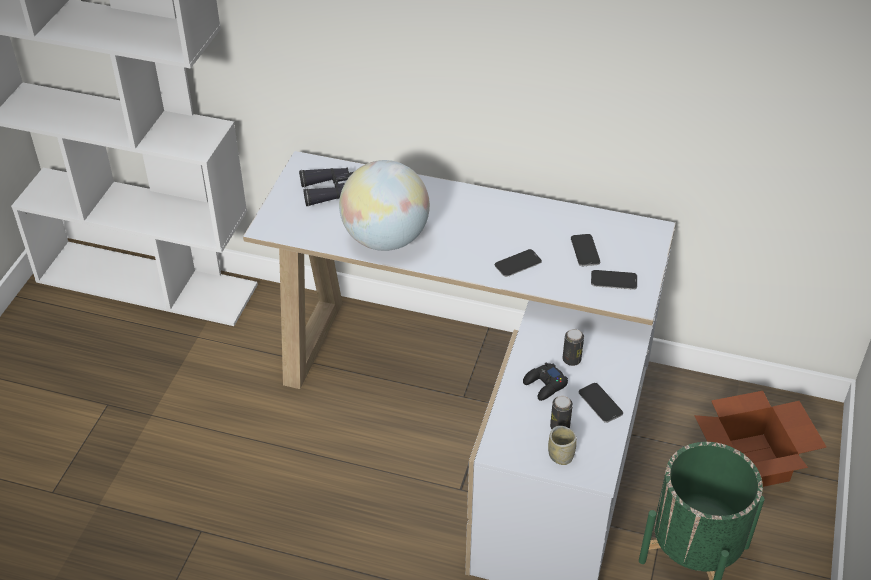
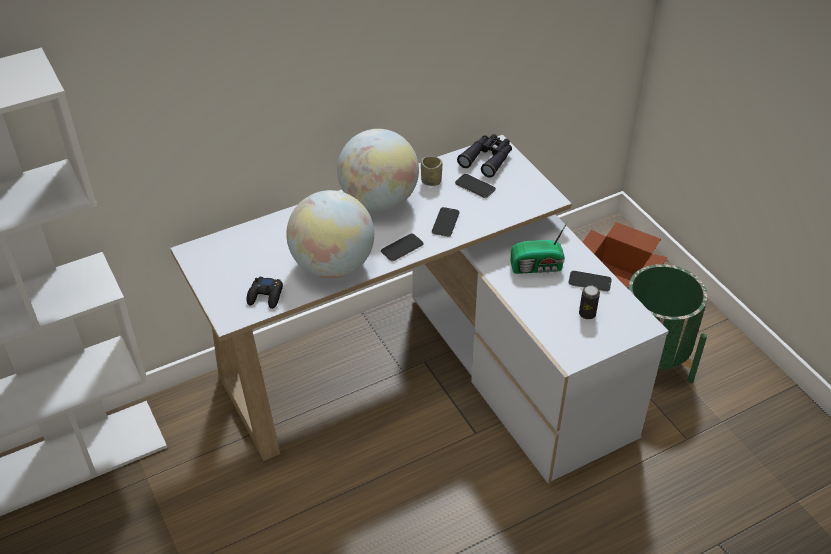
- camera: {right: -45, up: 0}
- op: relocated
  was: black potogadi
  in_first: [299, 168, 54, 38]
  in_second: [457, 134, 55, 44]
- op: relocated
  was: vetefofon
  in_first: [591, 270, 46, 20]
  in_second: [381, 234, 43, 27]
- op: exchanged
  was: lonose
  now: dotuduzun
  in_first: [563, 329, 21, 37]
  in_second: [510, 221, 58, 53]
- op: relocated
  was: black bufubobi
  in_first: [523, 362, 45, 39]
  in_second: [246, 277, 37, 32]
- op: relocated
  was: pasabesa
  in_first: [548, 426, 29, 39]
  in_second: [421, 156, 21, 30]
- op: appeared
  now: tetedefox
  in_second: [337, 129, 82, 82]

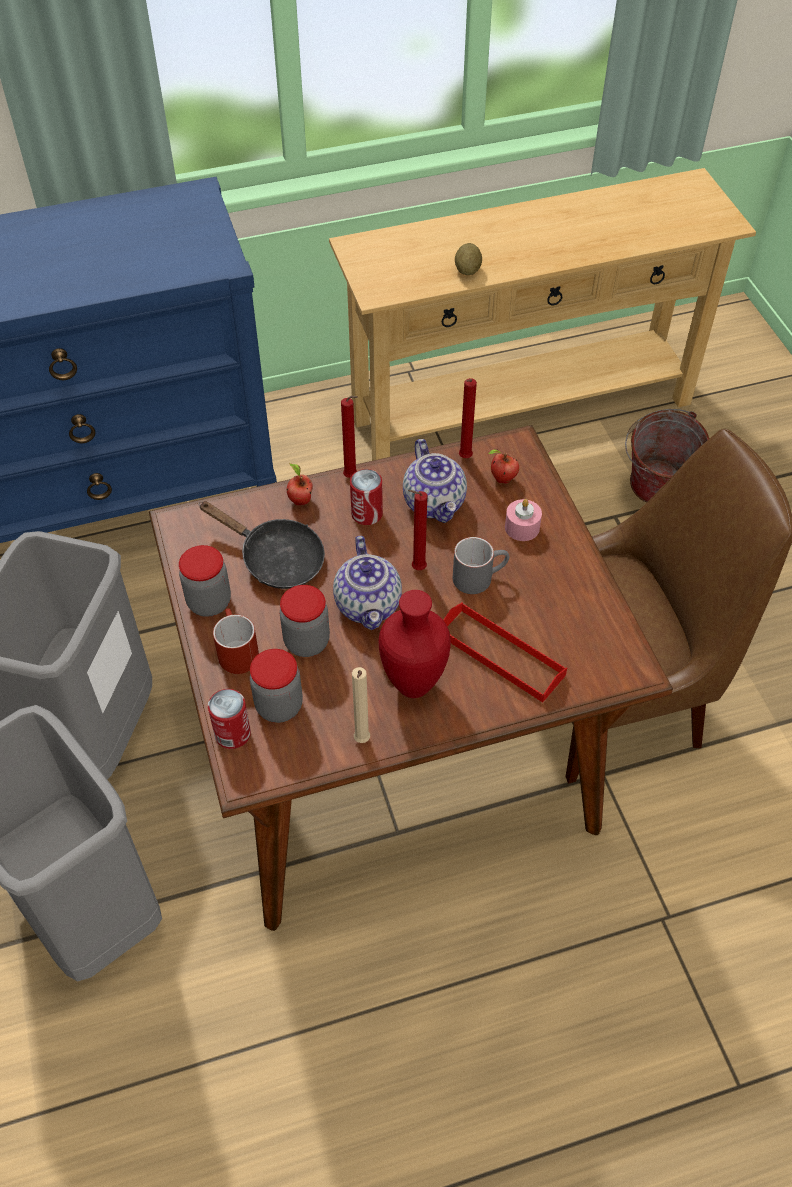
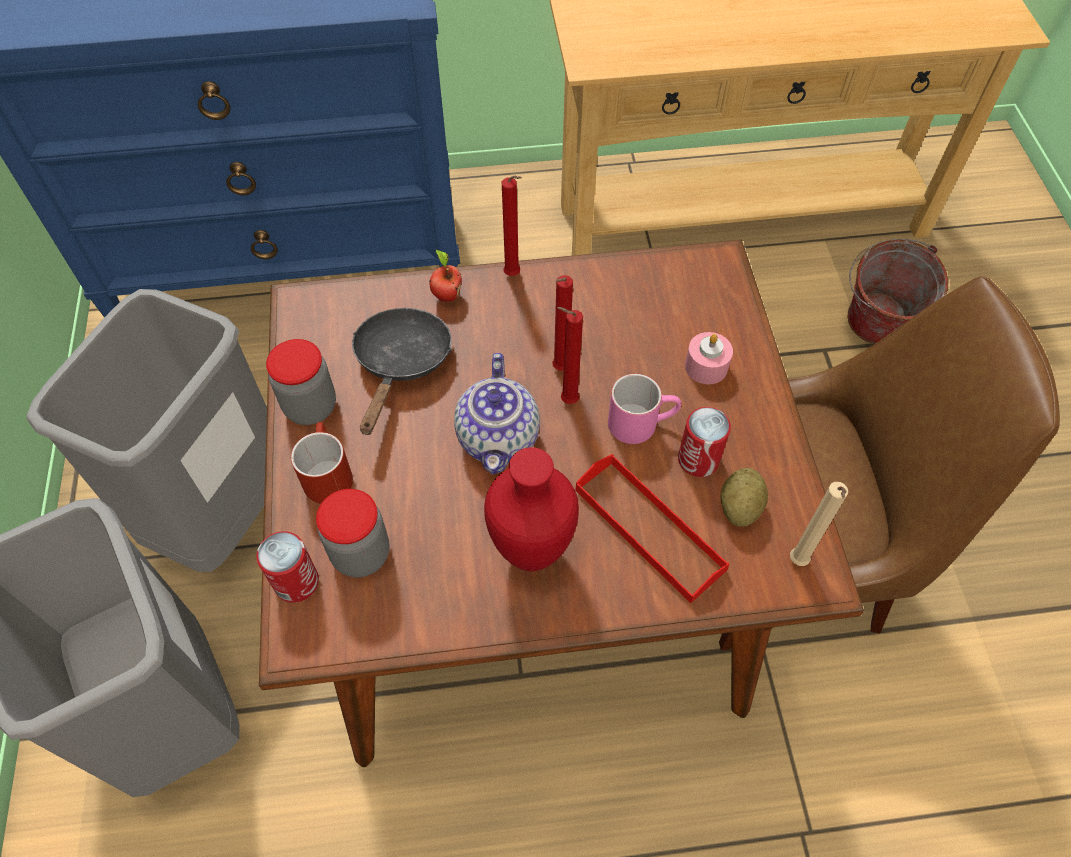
- camera: {right: 10, up: 5}
- op: relocated
  was: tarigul
  in_first: [455, 243, 27, 32]
  in_second: [720, 468, 48, 59]
- op: relocated
  was: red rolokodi
  in_first: [459, 378, 18, 80]
  in_second: [552, 275, 21, 96]
- op: missing
  was: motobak
  in_first: [403, 439, 64, 84]
- op: missing
  was: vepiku
  in_first: [488, 449, 31, 35]
- op: relocated
  was: lonose
  in_first: [350, 469, 33, 56]
  in_second: [678, 407, 53, 70]
- op: spun
  was: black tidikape
  in_first: [199, 501, 126, 88]
  in_second: [352, 308, 100, 127]
  clockwise: -120
- op: colour
  was: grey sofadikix
  now: pink sofadikix
  in_first: [453, 537, 56, 57]
  in_second: [608, 374, 73, 70]
- op: missing
  was: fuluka
  in_first: [280, 585, 50, 72]
- op: relocated
  was: beige rolokodi
  in_first: [352, 667, 18, 76]
  in_second: [790, 482, 58, 84]

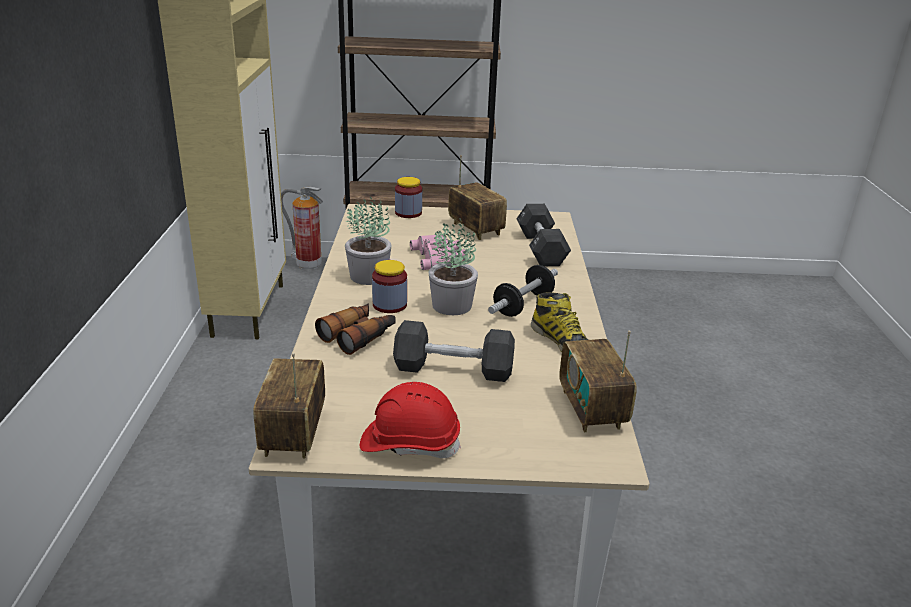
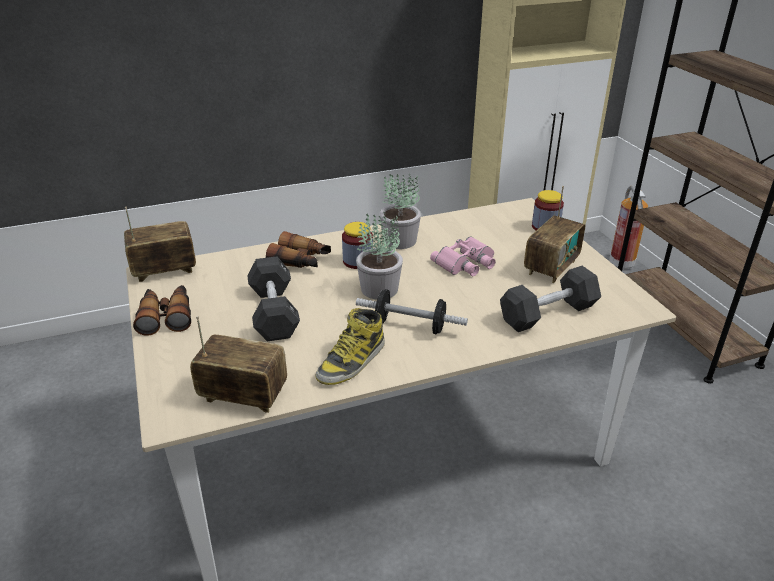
- camera: {right: 70, up: 5}
- op: spun
  was: dotuduzun
  in_first: [559, 330, 78, 102]
  in_second: [190, 316, 97, 97]
  clockwise: 45
- op: exchanged
  was: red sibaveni
  now: potogadi
  in_first: [360, 382, 101, 76]
  in_second: [133, 285, 58, 51]

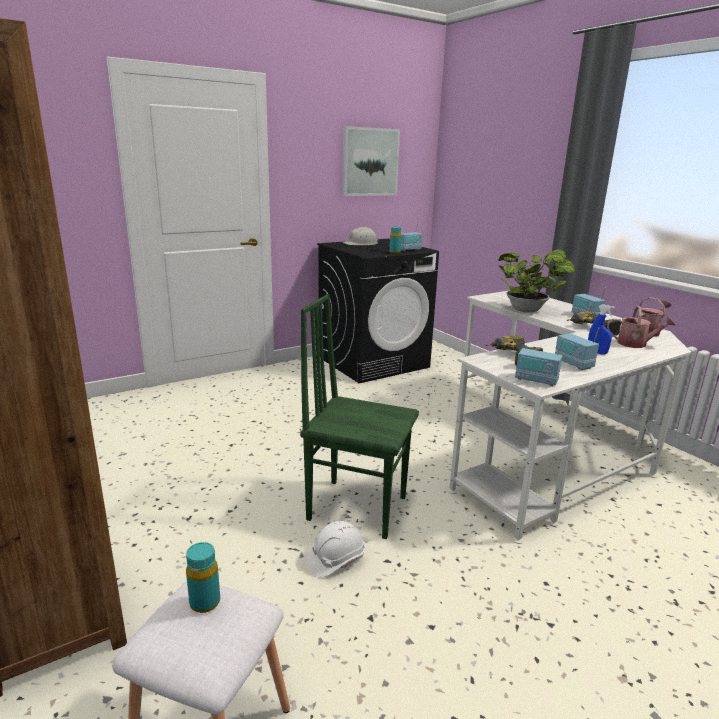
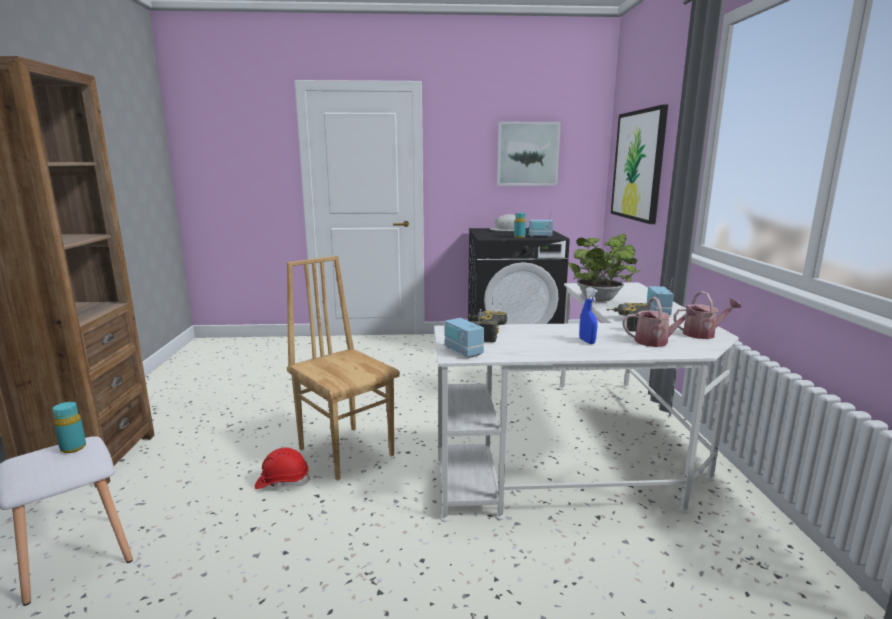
- camera: {right: 30, up: -5}
- op: colour
  was: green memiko
  now: brown memiko
  in_first: [300, 294, 119, 245]
  in_second: [287, 256, 113, 225]
- op: spun
  was: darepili
  in_first: [607, 306, 69, 42]
  in_second: [622, 297, 76, 50]
  clockwise: -45
- op: missing
  was: dotuduzun
  in_first: [555, 327, 45, 43]
- op: colour
  was: white sibaveni
  now: red sibaveni
  in_first: [306, 521, 59, 57]
  in_second: [255, 448, 55, 41]
- op: appeared
  now: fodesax
  in_second: [611, 104, 57, 120]

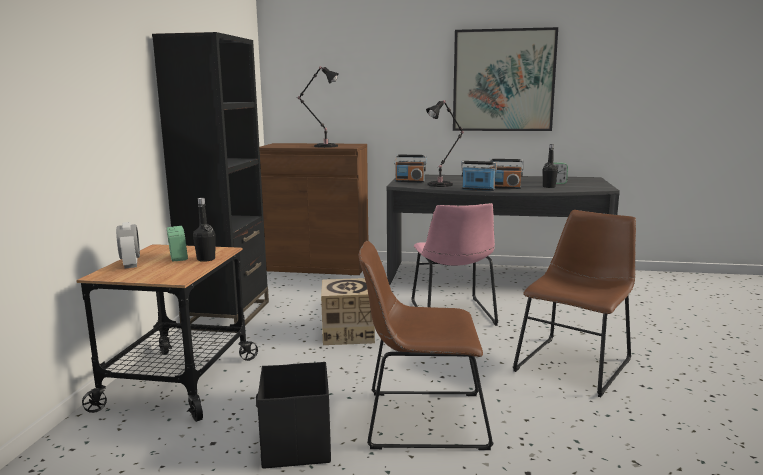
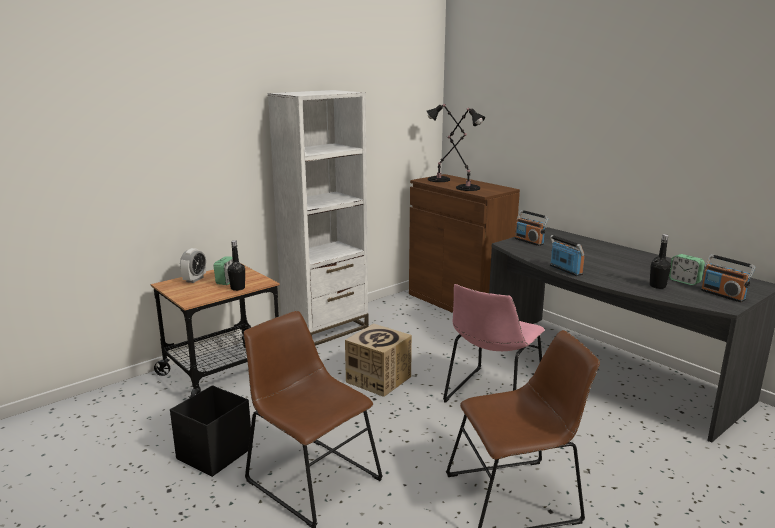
- camera: {right: 40, up: 5}
- op: missing
  was: fodesax
  in_first: [453, 27, 105, 104]
- op: colour
  was: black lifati
  now: white lifati
  in_first: [152, 32, 117, 301]
  in_second: [268, 90, 101, 256]
- op: relocated
  was: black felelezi
  in_first: [426, 100, 38, 87]
  in_second: [427, 104, 40, 78]
- op: relocated
  was: dotuduzun
  in_first: [488, 159, 36, 30]
  in_second: [701, 254, 54, 48]

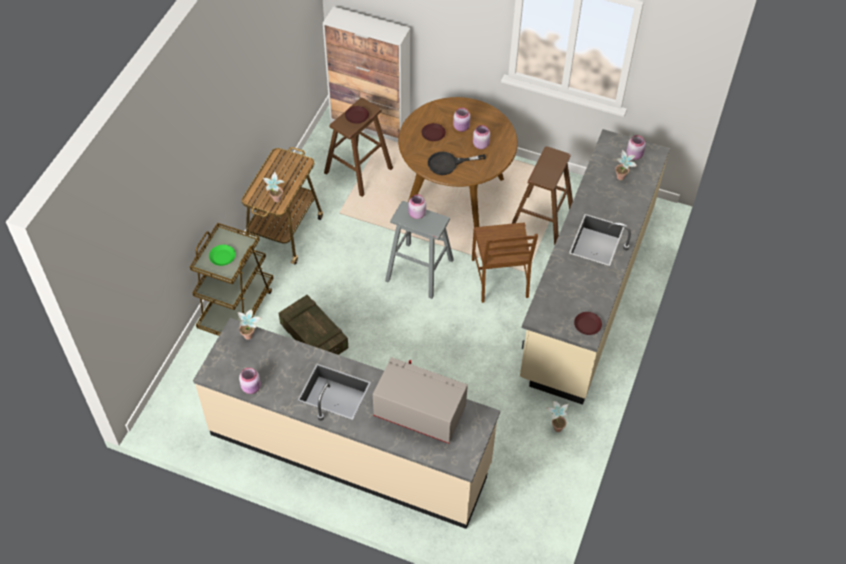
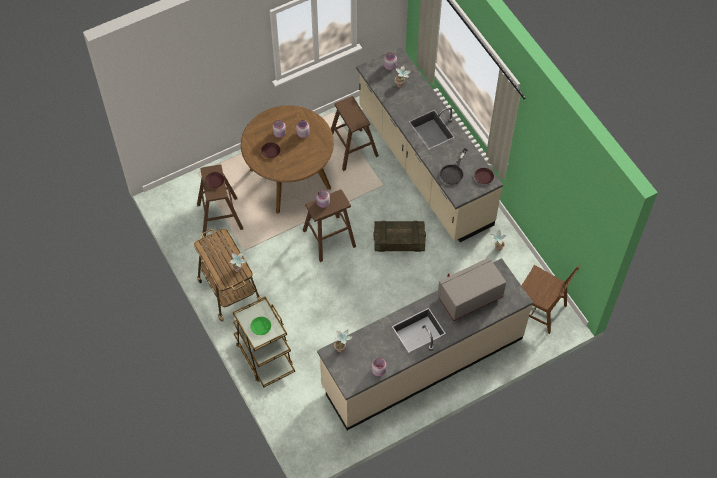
- camera: {right: -50, up: 5}
- op: missing
  was: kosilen
  in_first: [323, 6, 87, 136]
- op: relocated
  was: black tidikape
  in_first: [428, 152, 58, 23]
  in_second: [440, 148, 28, 36]
- op: colour
  was: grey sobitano
  now: brown sobitano
  in_first: [385, 201, 69, 98]
  in_second: [303, 189, 53, 73]
- op: relocated
  was: brown memiko
  in_first: [472, 222, 66, 81]
  in_second: [521, 265, 59, 69]
- op: relocated
  was: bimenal
  in_first: [279, 295, 69, 60]
  in_second: [373, 221, 53, 31]

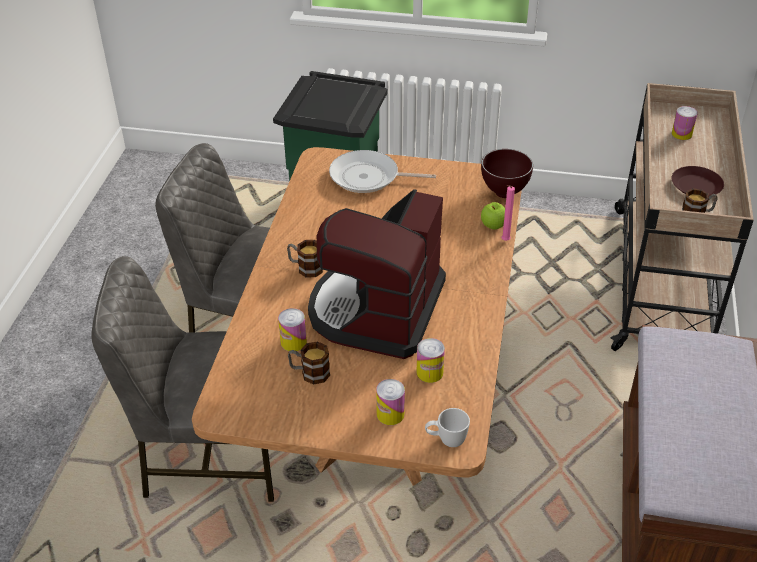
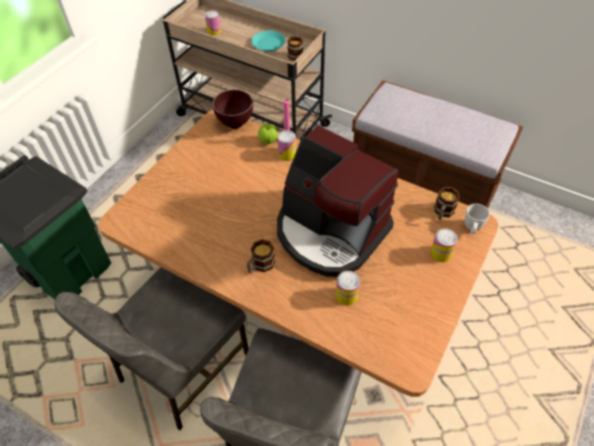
- camera: {right: -70, up: 10}
- op: missing
  was: tidikape
  in_first: [329, 150, 107, 43]
- op: colour
  was: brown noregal
  now: turquoise noregal
  in_first: [671, 166, 53, 30]
  in_second: [252, 30, 34, 22]
- op: relocated
  was: lonose
  in_first: [417, 338, 28, 45]
  in_second: [277, 130, 19, 31]
- op: relocated
  was: sofadikix
  in_first: [288, 341, 42, 44]
  in_second: [434, 187, 26, 33]

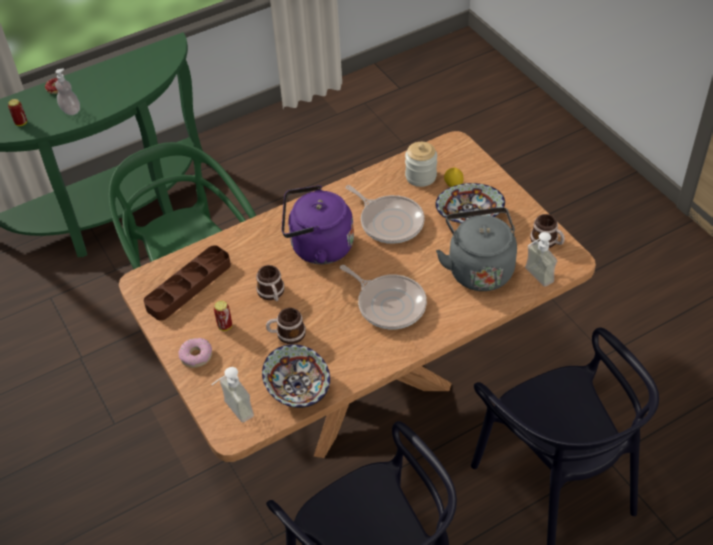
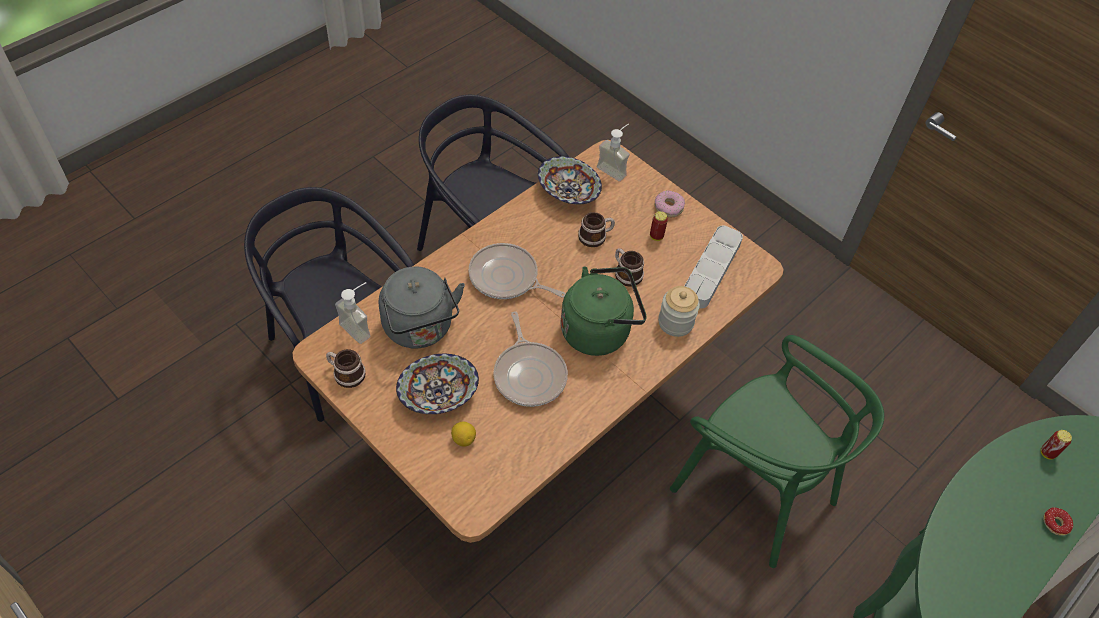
- camera: {right: 160, up: 5}
- op: missing
  was: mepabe
  in_first: [55, 69, 25, 46]
- op: relocated
  was: fuluka
  in_first: [405, 142, 32, 45]
  in_second: [658, 286, 42, 51]
- op: colour
  was: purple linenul
  now: green linenul
  in_first: [282, 185, 72, 79]
  in_second: [561, 266, 86, 90]
- op: spun
  was: tidikape
  in_first: [346, 185, 79, 59]
  in_second: [493, 311, 75, 96]
  clockwise: -135
- op: colour
  was: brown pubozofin
  now: grey pubozofin
  in_first: [144, 245, 87, 75]
  in_second: [684, 226, 59, 82]

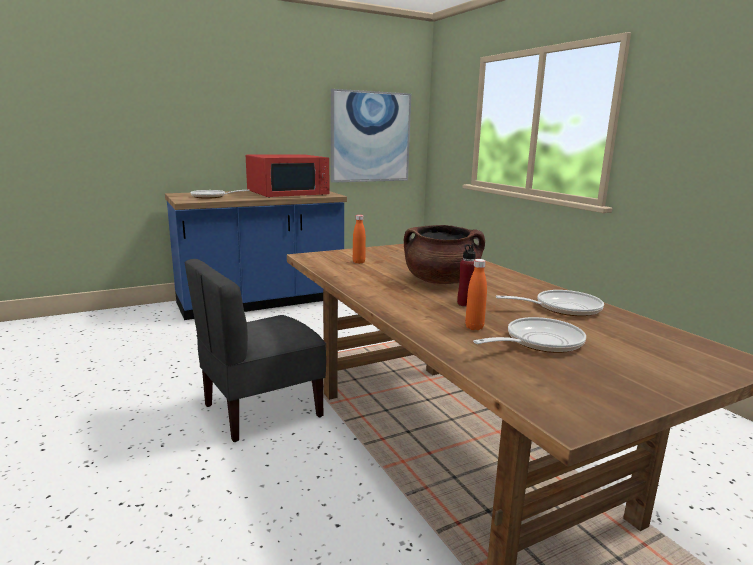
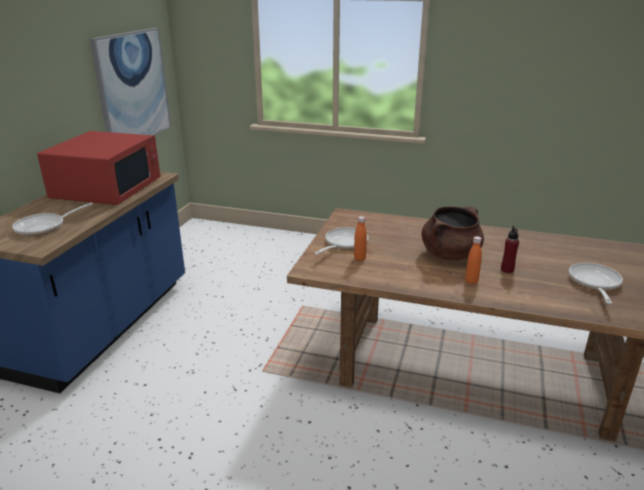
- camera: {right: -45, up: 10}
- op: missing
  was: grey memiko
  in_first: [185, 259, 141, 183]
- op: relocated
  was: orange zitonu
  in_first: [465, 259, 22, 71]
  in_second: [465, 236, 17, 48]
- op: relocated
  was: tidikape
  in_first: [496, 290, 108, 26]
  in_second: [314, 227, 55, 28]

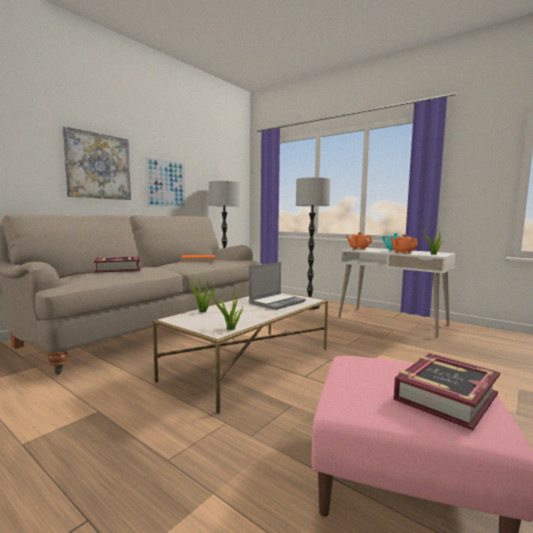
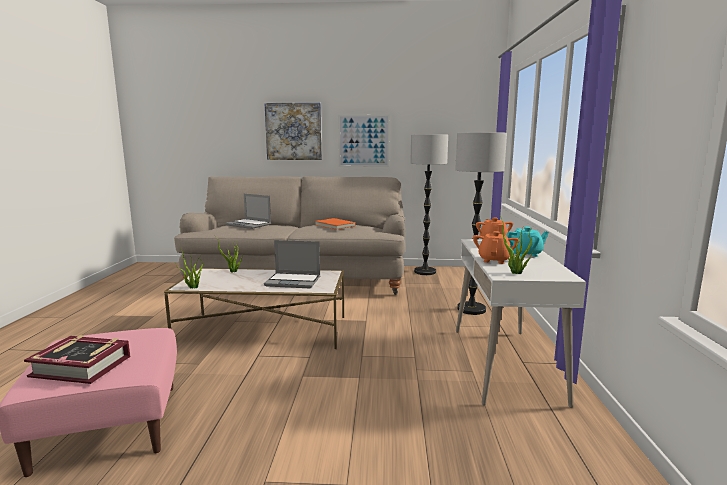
- camera: {right: 55, up: 5}
- op: exchanged
  was: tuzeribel
  now: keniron
  in_first: [94, 256, 46, 17]
  in_second: [225, 194, 46, 35]

